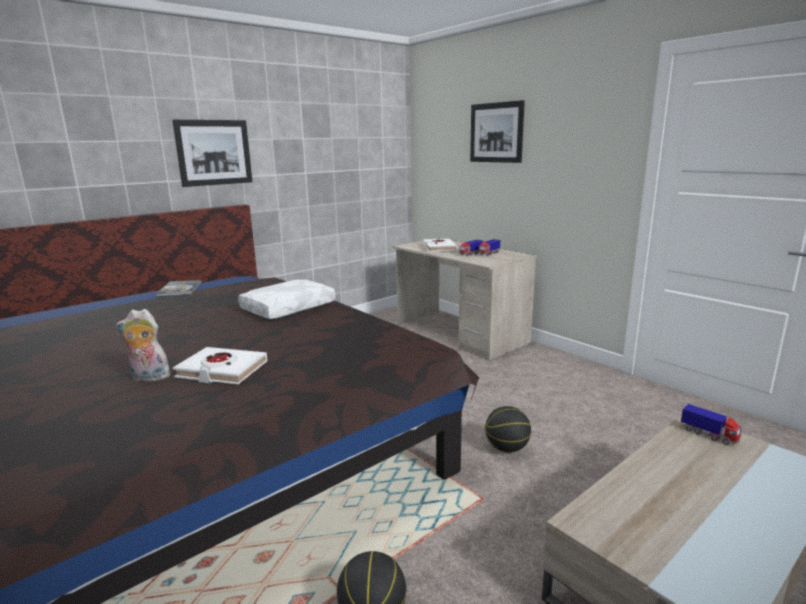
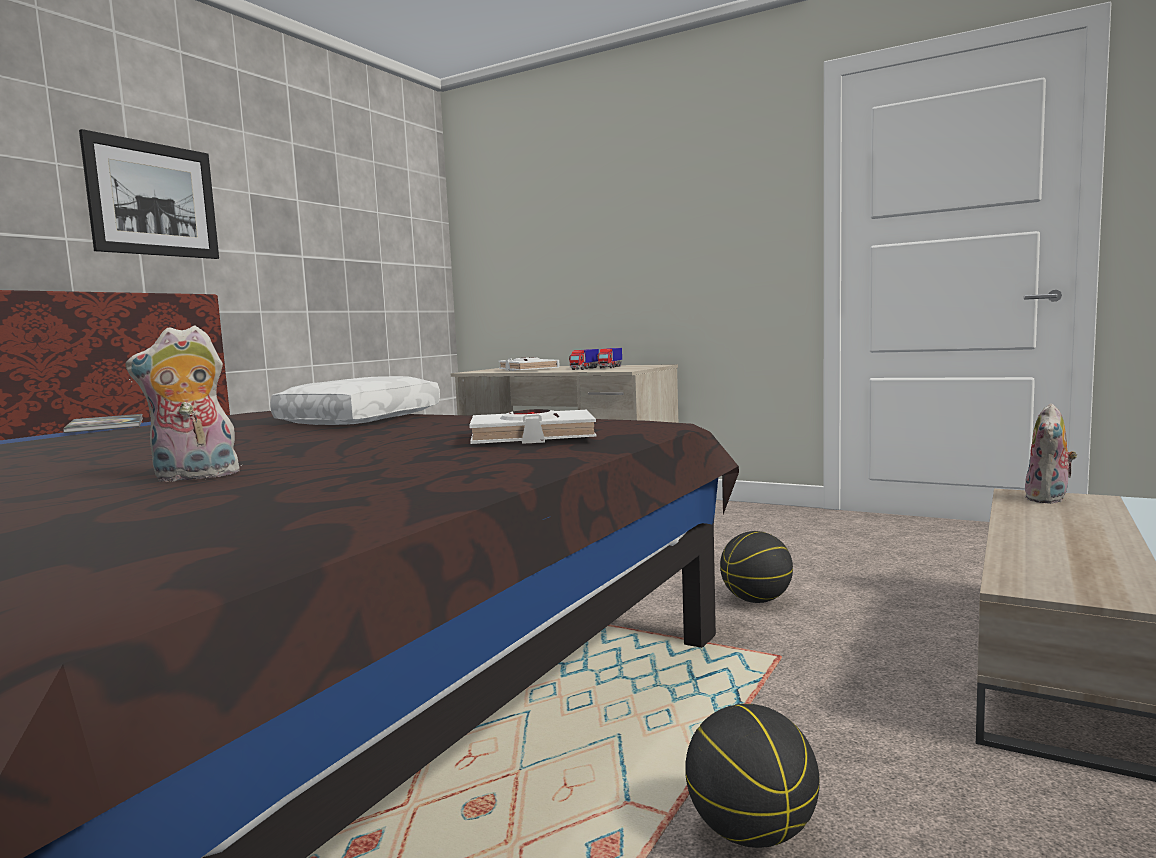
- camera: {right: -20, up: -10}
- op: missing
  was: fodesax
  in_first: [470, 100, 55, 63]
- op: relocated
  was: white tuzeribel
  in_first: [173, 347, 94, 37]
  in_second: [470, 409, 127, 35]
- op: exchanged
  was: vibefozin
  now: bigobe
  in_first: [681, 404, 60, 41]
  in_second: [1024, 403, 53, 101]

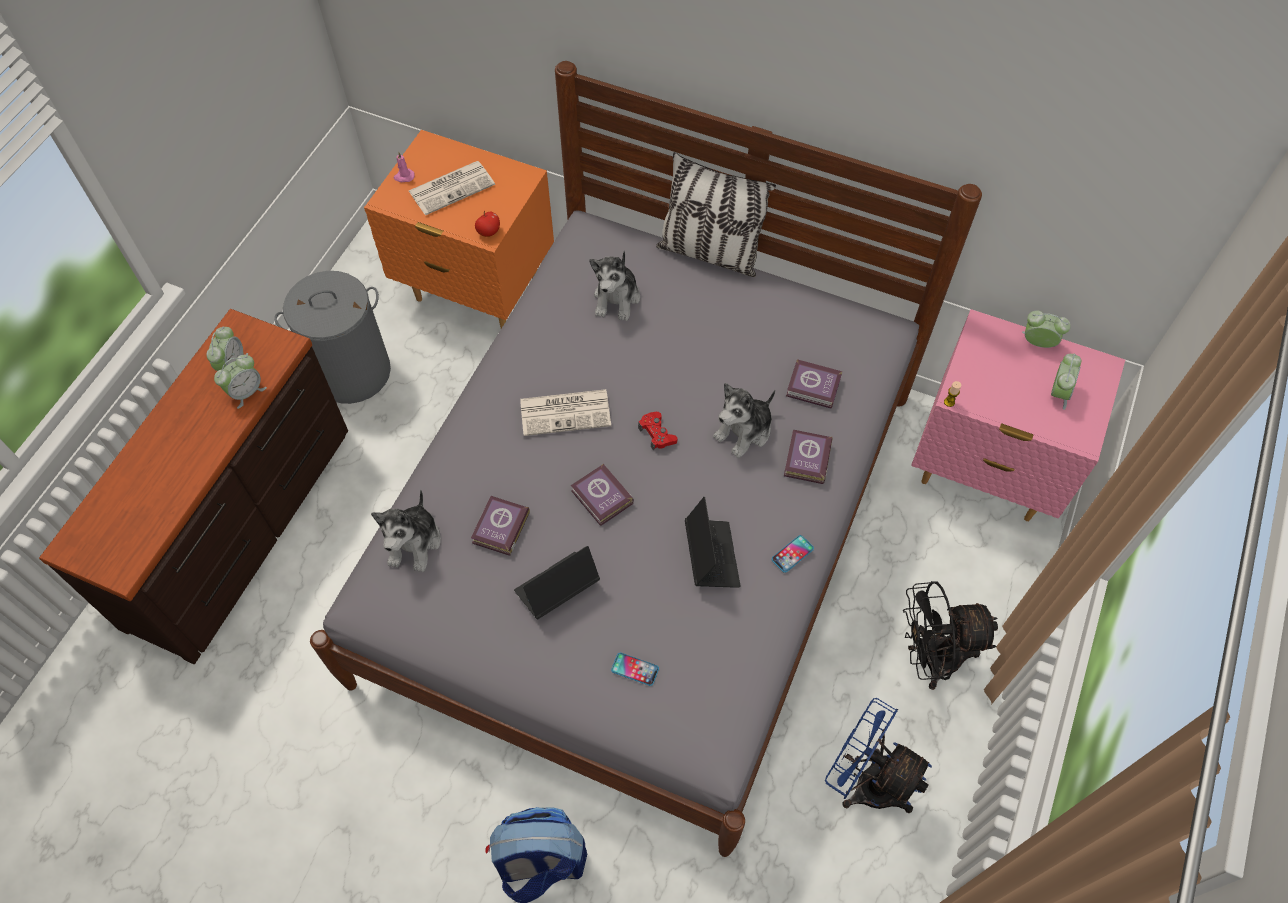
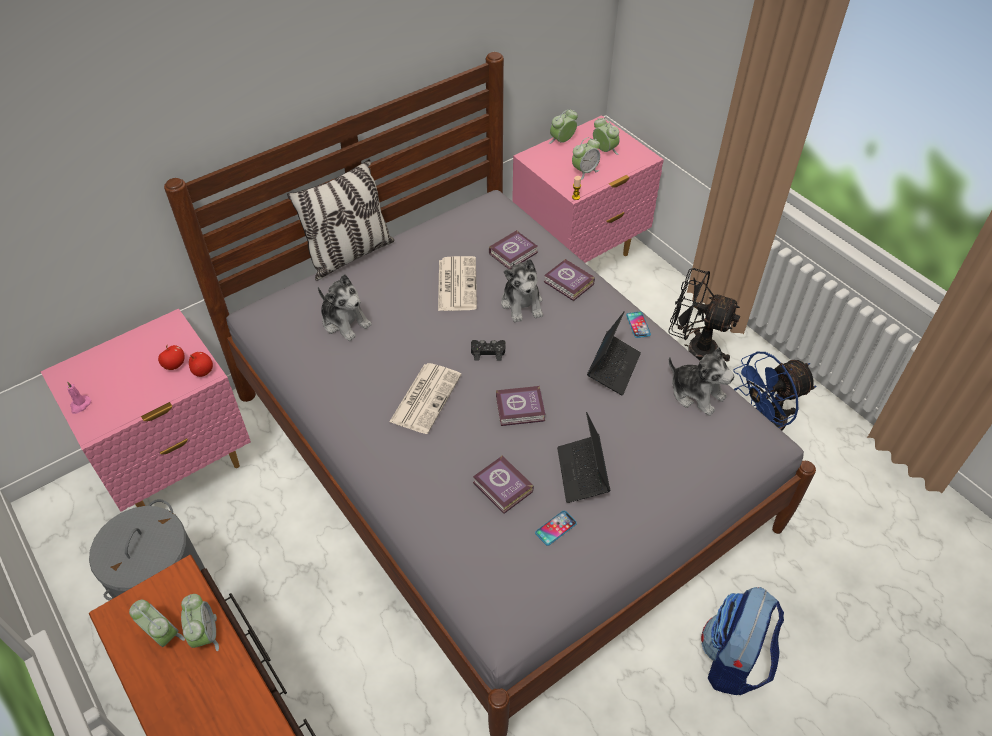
- camera: {right: -60, up: -10}
- op: colour
  was: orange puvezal
  now: pink puvezal
  in_first: [364, 130, 190, 198]
  in_second: [41, 309, 210, 202]
- op: relocated
  was: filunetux
  in_first: [409, 161, 86, 54]
  in_second: [438, 256, 39, 55]
- op: colour
  was: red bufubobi
  now: black bufubobi
  in_first: [638, 412, 39, 38]
  in_second: [471, 340, 35, 21]
- op: relocated
  was: bigobe
  in_first: [371, 490, 70, 82]
  in_second: [669, 347, 65, 69]
- op: spun
  was: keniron
  in_first: [685, 497, 56, 91]
  in_second: [587, 311, 54, 85]
  clockwise: 90
- op: spun
  was: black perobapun
  in_first: [903, 581, 95, 109]
  in_second: [668, 268, 72, 94]
  clockwise: 90
- op: relocated
  was: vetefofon
  in_first: [611, 653, 48, 33]
  in_second: [535, 511, 42, 35]
- op: appeared
  now: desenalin
  in_second: [572, 137, 28, 43]
- op: appeared
  now: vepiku
  in_second: [158, 345, 27, 25]

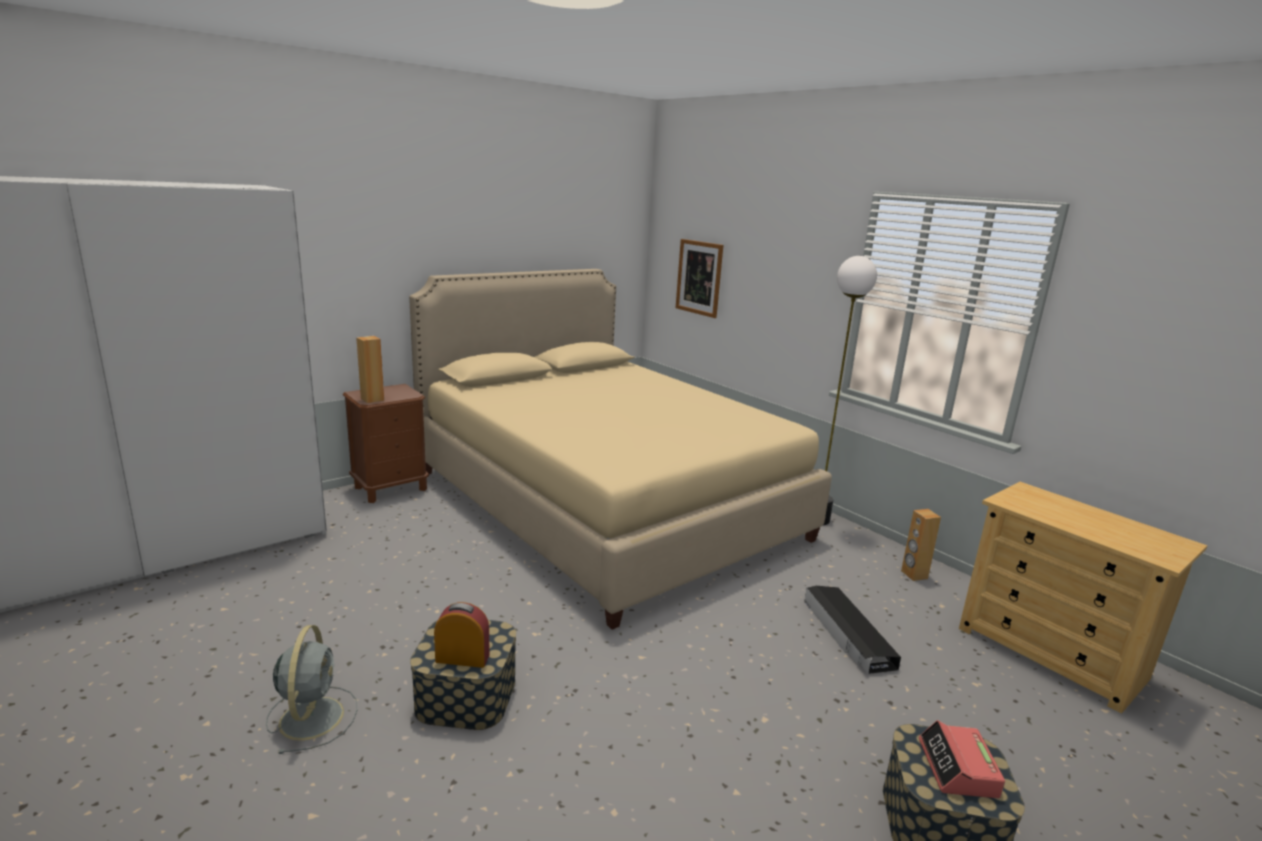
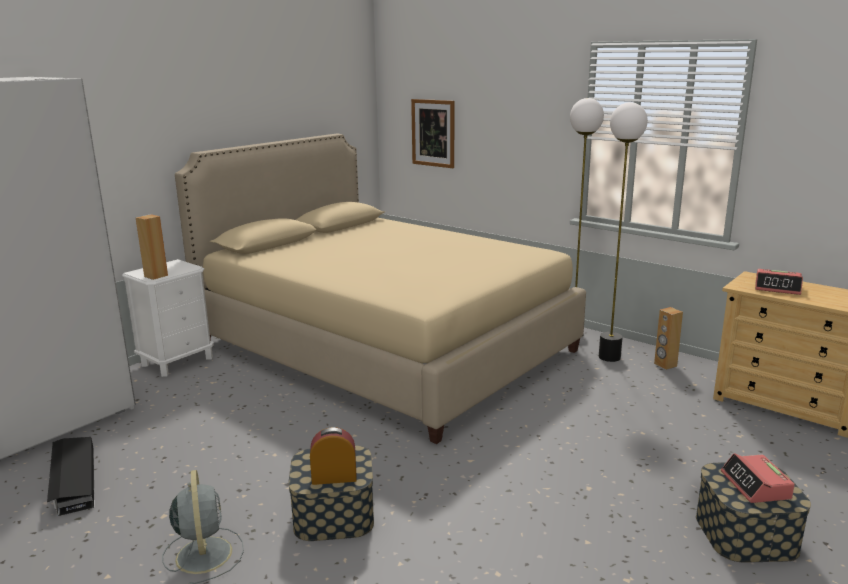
- camera: {right: -10, up: 0}
- op: colour
  was: brown puvezal
  now: white puvezal
  in_first: [343, 384, 86, 119]
  in_second: [122, 259, 92, 118]
- op: relocated
  was: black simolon
  in_first: [804, 586, 97, 88]
  in_second: [47, 437, 48, 79]
- op: appeared
  now: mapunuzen
  in_second: [599, 102, 49, 260]
- op: appeared
  now: desenalin
  in_second: [755, 269, 48, 26]

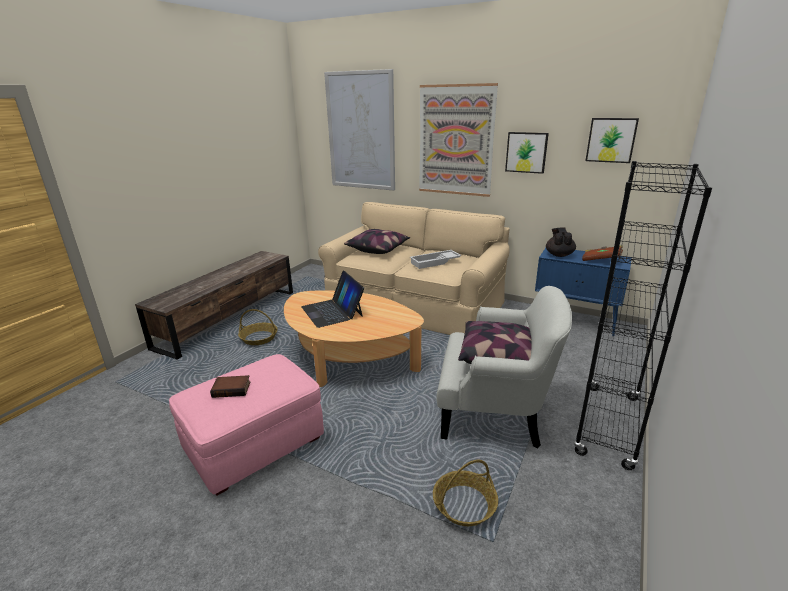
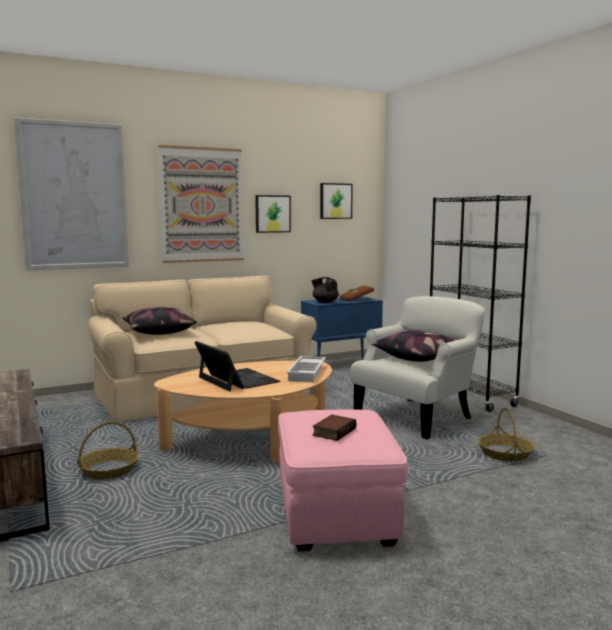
- camera: {right: -55, up: -15}
- op: relocated
  was: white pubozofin
  in_first: [410, 250, 52, 19]
  in_second: [286, 356, 40, 26]
- op: spun
  was: keniron
  in_first: [301, 271, 63, 57]
  in_second: [194, 341, 86, 51]
  clockwise: -135

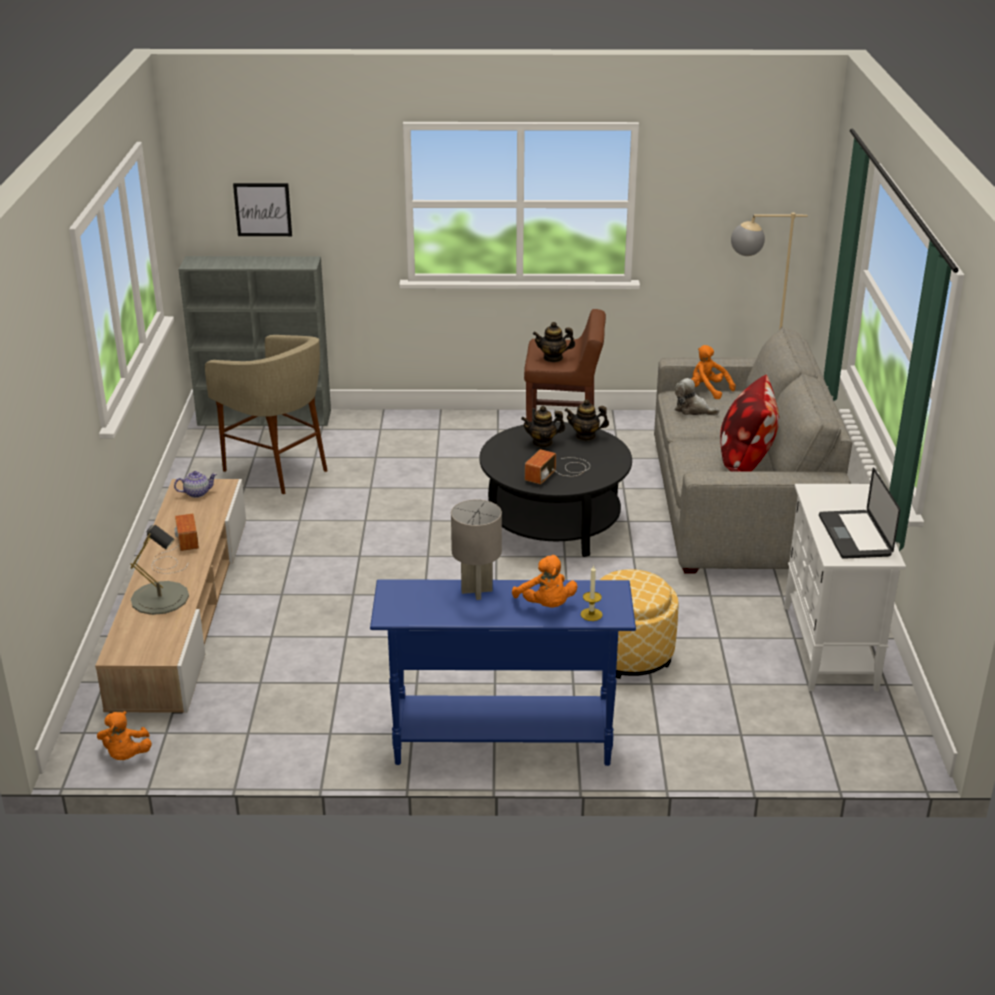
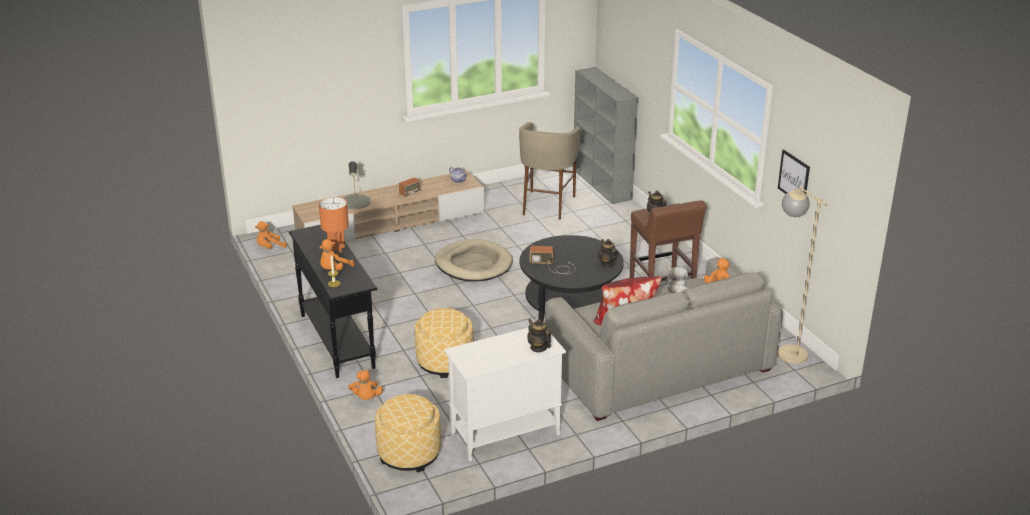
- camera: {right: 65, up: 0}
- op: relocated
  was: fodesax
  in_first: [233, 183, 59, 53]
  in_second: [778, 150, 32, 44]
- op: relocated
  was: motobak
  in_first: [521, 406, 44, 42]
  in_second: [527, 319, 24, 33]
- op: missing
  was: keniron
  in_first: [819, 467, 81, 92]
- op: colour
  was: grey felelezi
  now: orange felelezi
  in_first: [451, 499, 51, 101]
  in_second: [319, 197, 30, 56]
- op: colour
  was: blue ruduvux
  now: black ruduvux
  in_first: [370, 579, 266, 187]
  in_second: [289, 225, 88, 153]
- op: appeared
  now: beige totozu
  in_second: [435, 239, 78, 43]
- op: appeared
  now: orange bigobe
  in_second: [348, 370, 35, 30]
- op: appeared
  now: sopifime
  in_second: [375, 394, 66, 78]

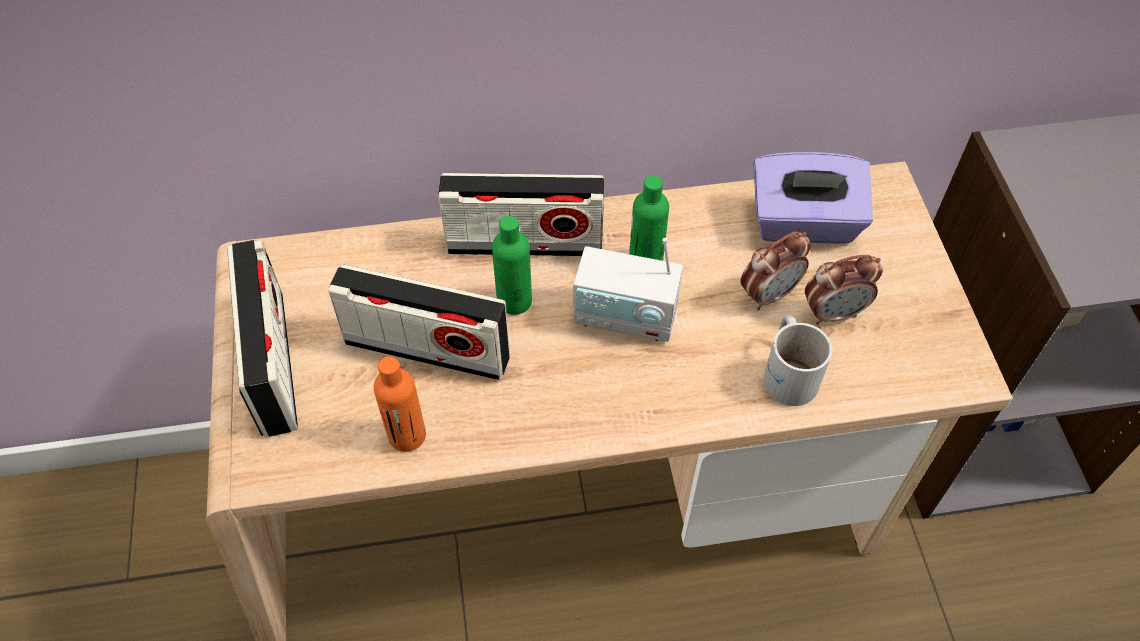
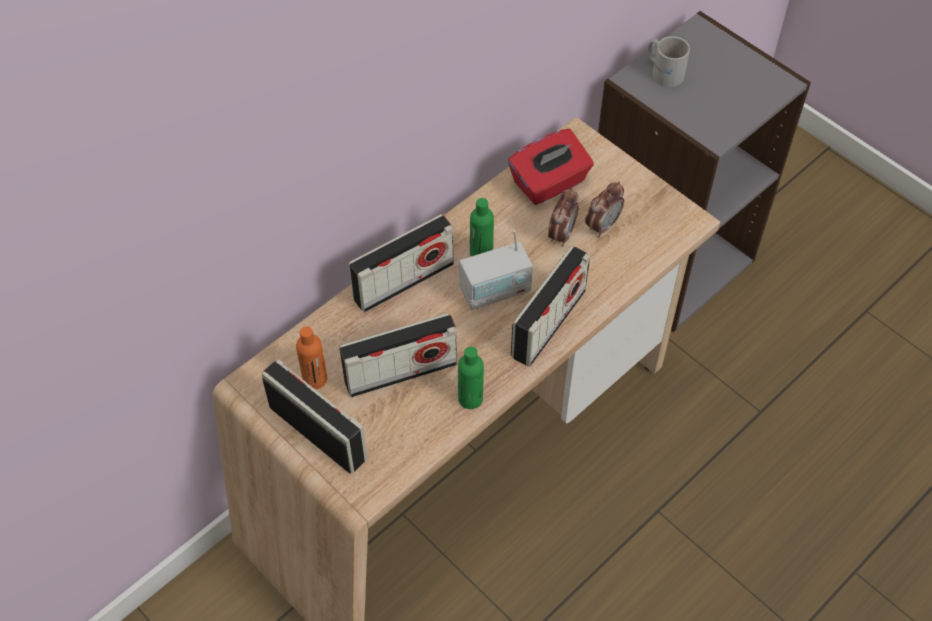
- camera: {right: -35, up: 0}
- op: colour
  was: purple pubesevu
  now: red pubesevu
  in_first: [753, 152, 120, 92]
  in_second: [508, 129, 86, 76]
- op: relocated
  was: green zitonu
  in_first: [492, 216, 40, 99]
  in_second: [458, 347, 26, 62]
- op: relocated
  was: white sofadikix
  in_first: [763, 315, 69, 91]
  in_second: [648, 36, 42, 51]
- op: relocated
  was: orange zitonu
  in_first: [374, 356, 52, 96]
  in_second: [296, 326, 31, 63]
- op: appeared
  now: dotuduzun
  in_second: [511, 246, 79, 121]

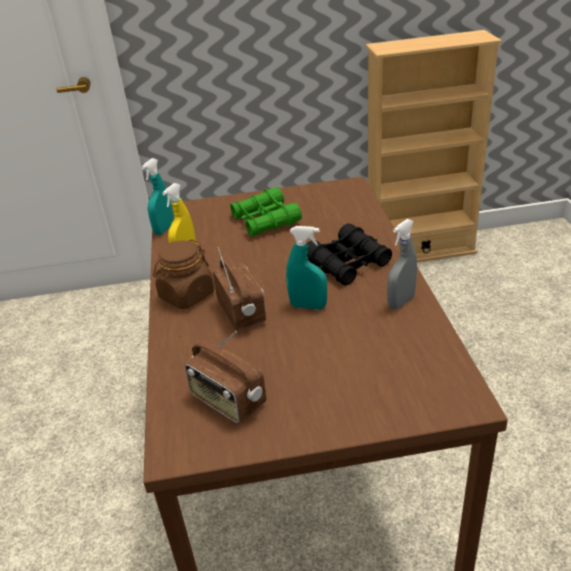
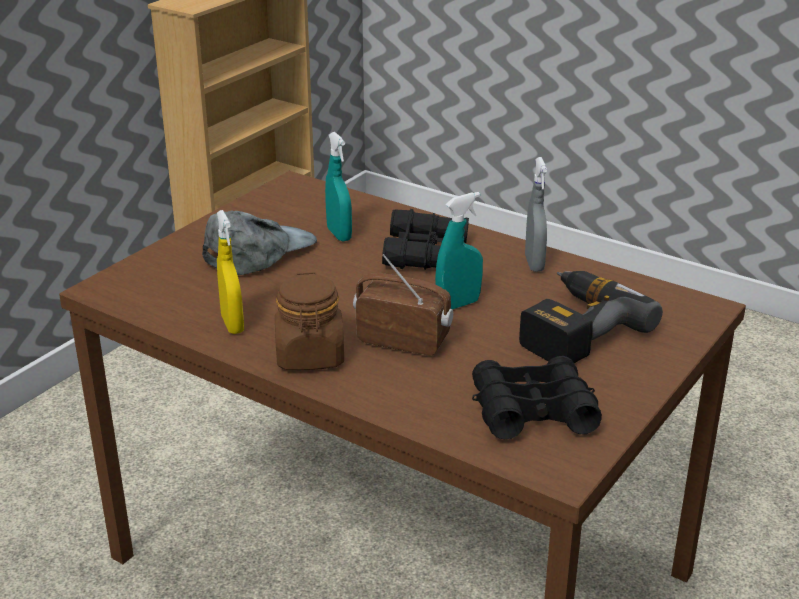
- camera: {right: -50, up: -5}
- op: relocated
  was: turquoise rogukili
  in_first: [142, 158, 32, 77]
  in_second: [325, 132, 27, 109]
- op: exchanged
  was: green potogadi
  now: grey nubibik
  in_first: [230, 187, 72, 50]
  in_second: [202, 210, 115, 65]
- op: exchanged
  was: dotuduzun
  now: black potogadi
  in_first: [185, 331, 81, 93]
  in_second: [472, 356, 130, 83]
- op: appeared
  now: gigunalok
  in_second: [519, 271, 144, 92]

